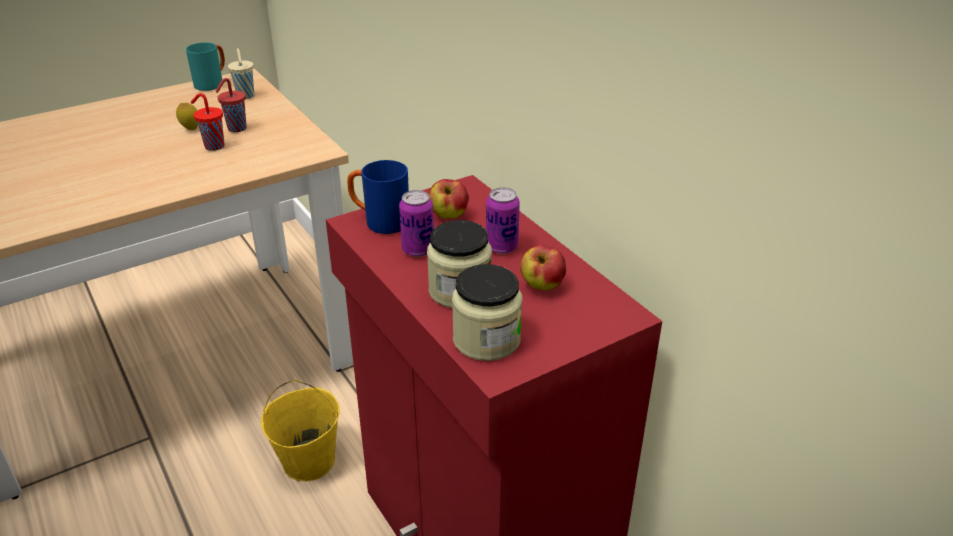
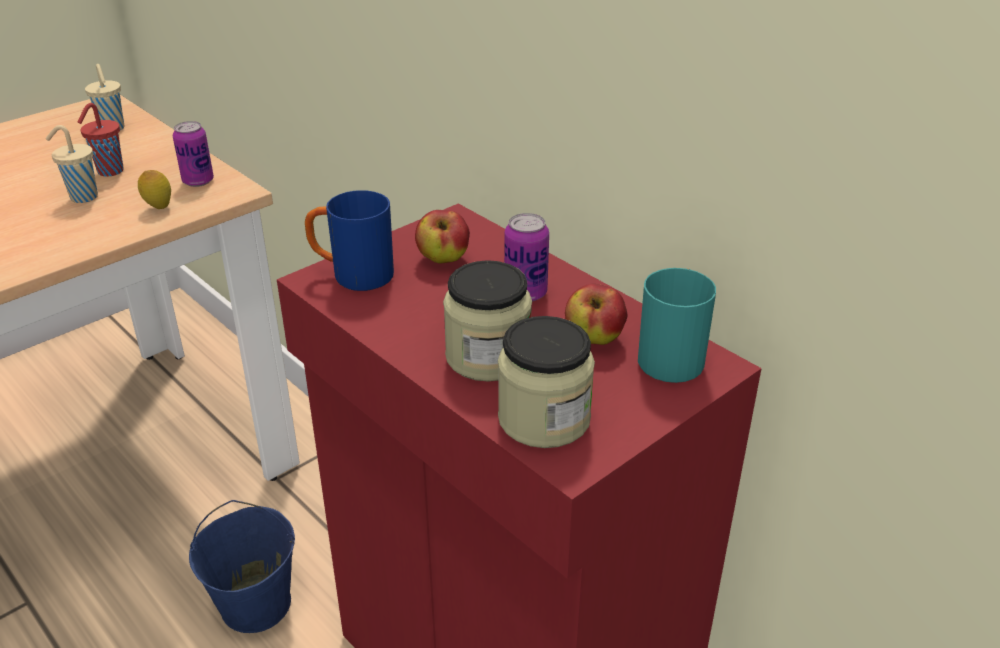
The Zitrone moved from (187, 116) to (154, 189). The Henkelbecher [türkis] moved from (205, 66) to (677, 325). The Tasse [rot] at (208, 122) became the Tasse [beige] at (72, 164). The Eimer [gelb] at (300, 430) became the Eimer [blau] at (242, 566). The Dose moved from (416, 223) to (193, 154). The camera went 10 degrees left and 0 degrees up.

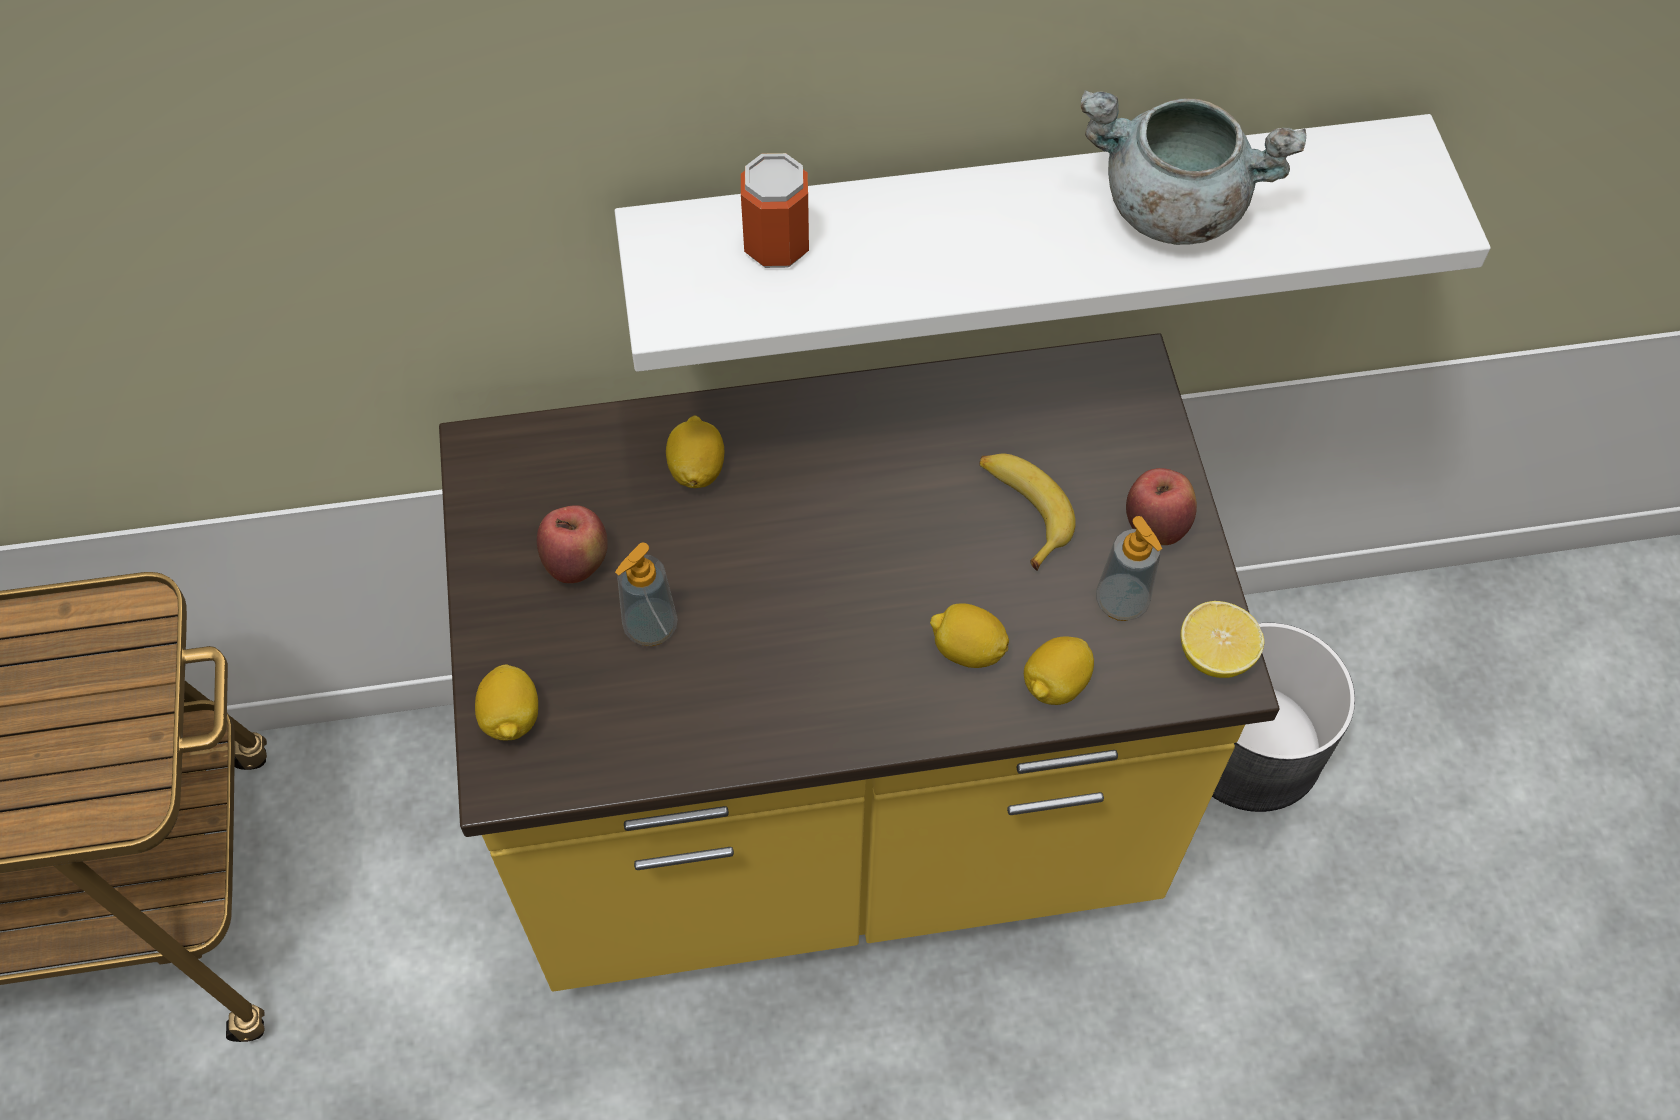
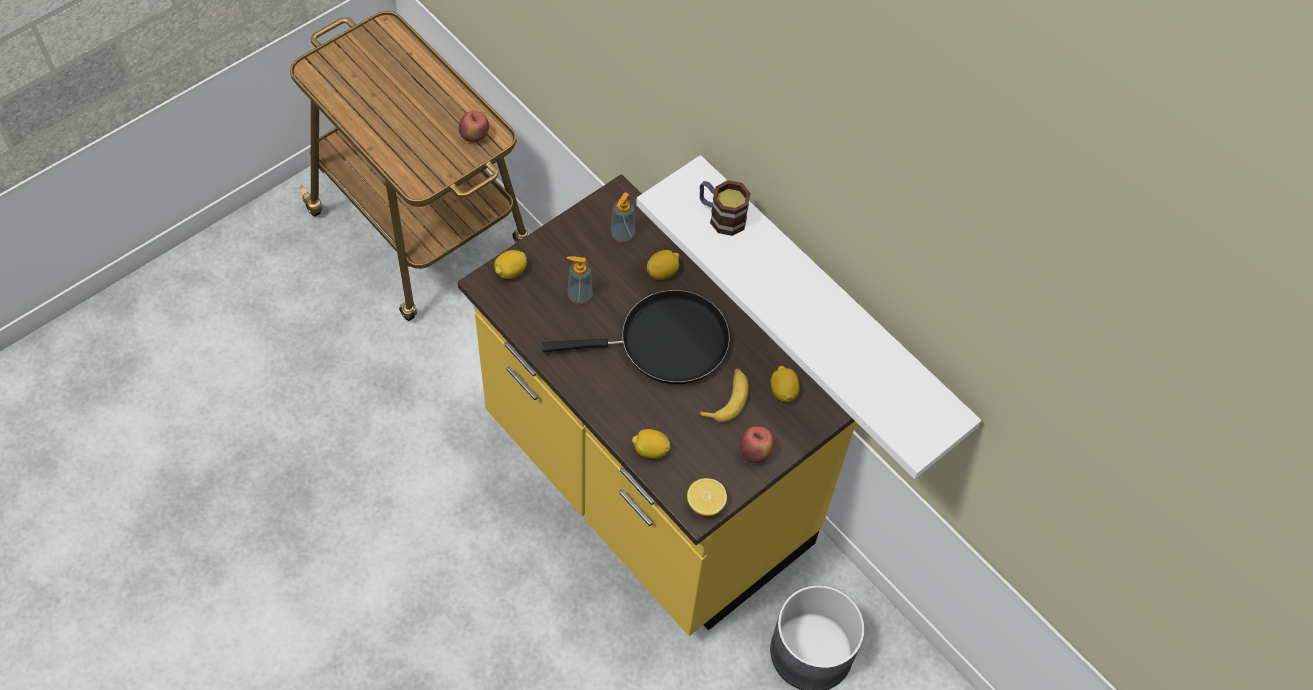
The Apfel moved from (572, 544) to (474, 126). The Dose at (775, 210) was replaced by the Henkelbecher at (725, 208). The Zitrone moved from (969, 636) to (785, 384). The Kochtopf [grau] at (1193, 167) disappeared. The Seifenspender moved from (1129, 568) to (623, 217). The Pfanne [schwarz] at (636, 337) appeared. The camera went 55 degrees right and 0 degrees up.

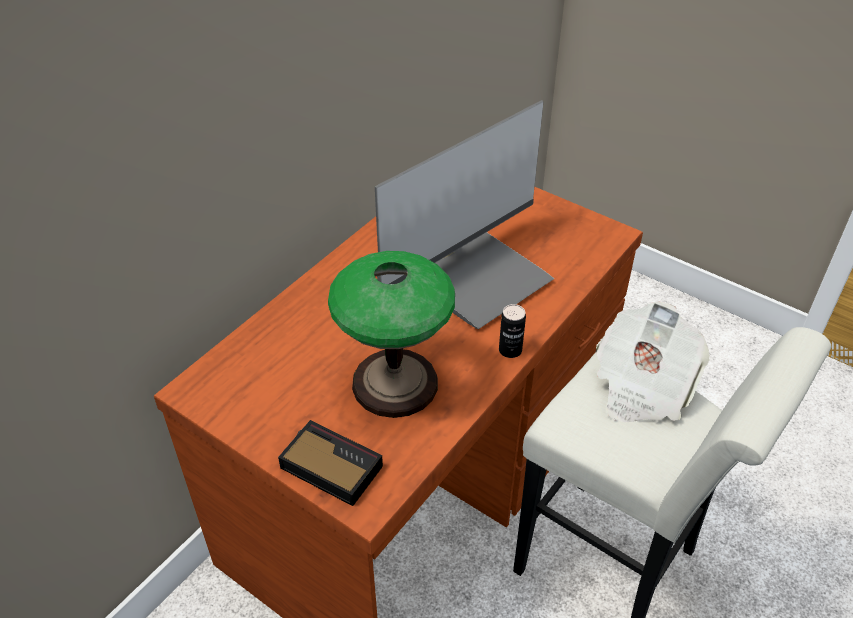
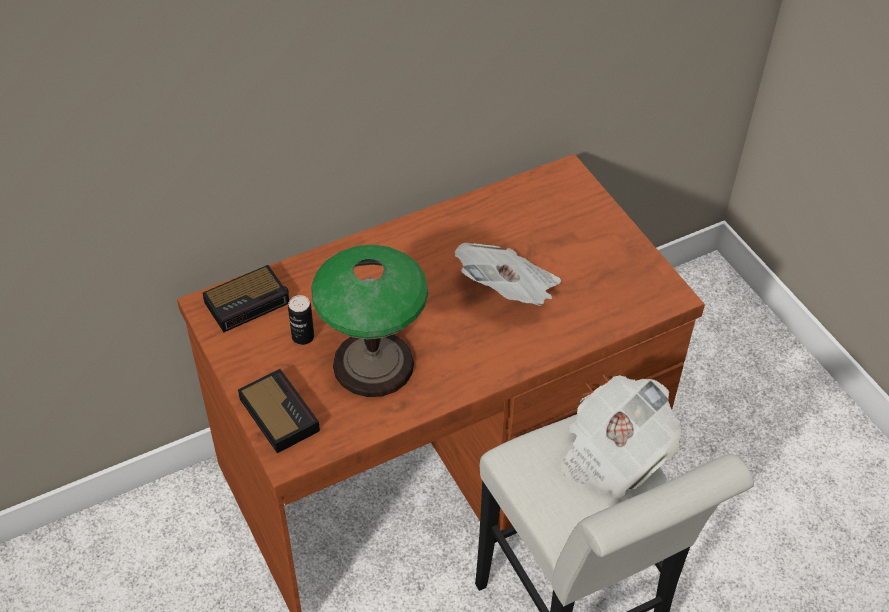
The Monitor at (464, 214) was replaced by the Zeitung at (508, 274). The Dose moved from (512, 331) to (301, 320). The Wecker at (246, 298) appeared. The camera went 25 degrees right and 5 degrees up.

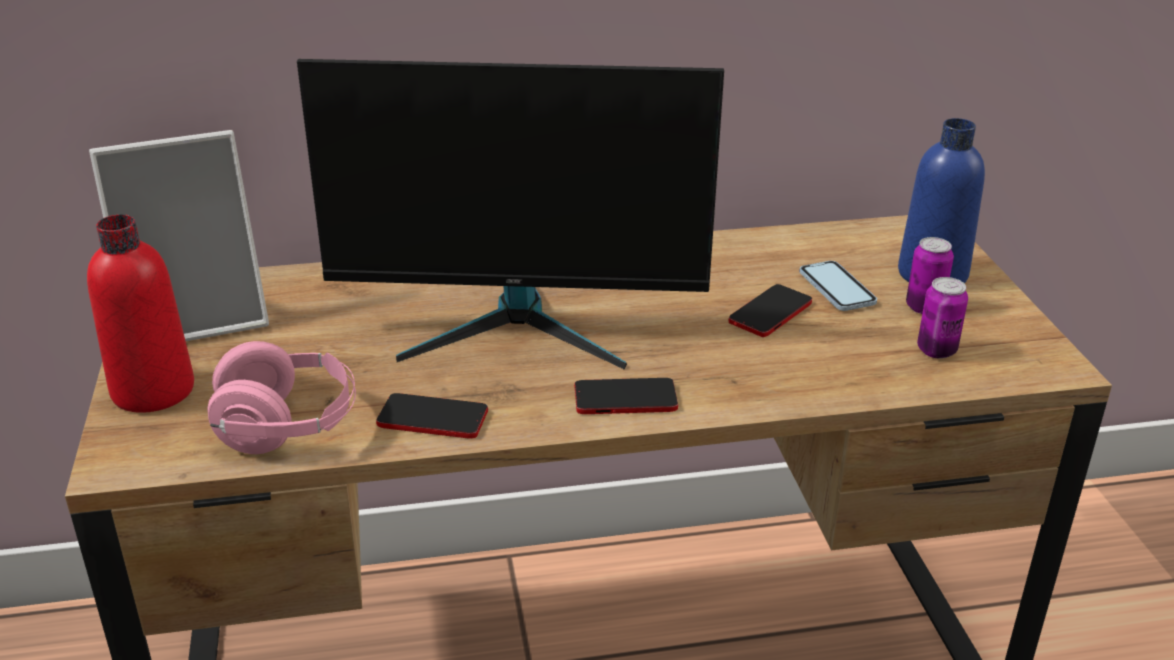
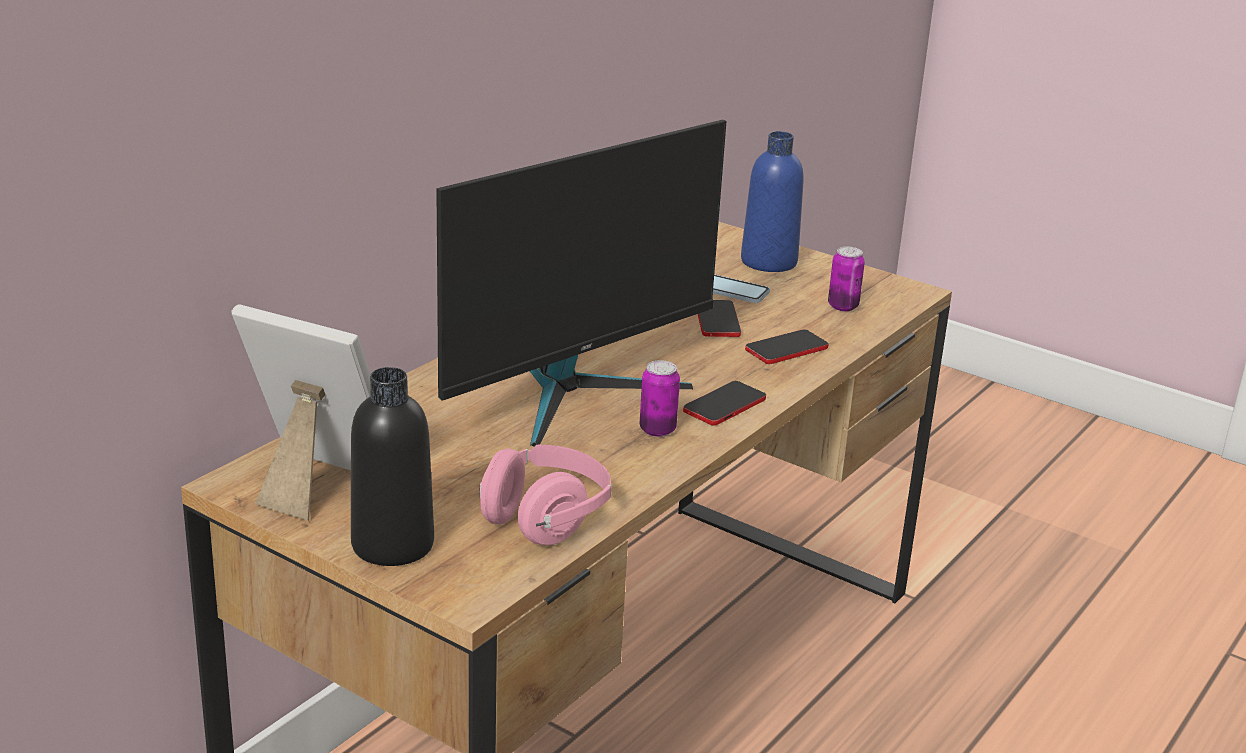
The Flasche [rot] at (140, 313) became the Flasche [schwarz] at (392, 466). The Bilderrahmen at (179, 235) turned 90 degrees counterclockwise. The Handy moved from (432, 416) to (787, 346). The Dose moved from (930, 275) to (660, 398). The camera went 45 degrees left and 5 degrees down.

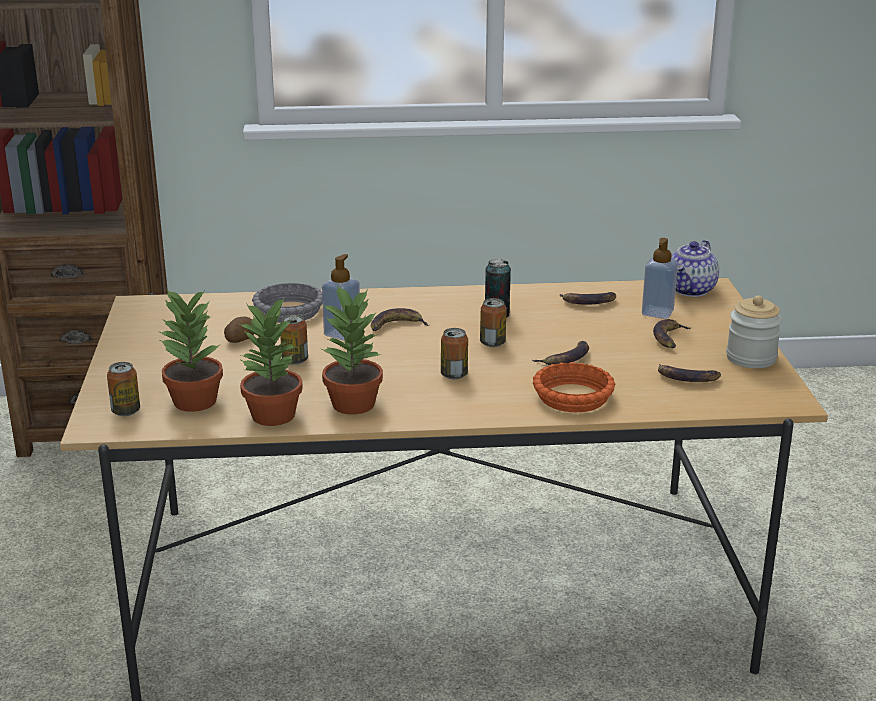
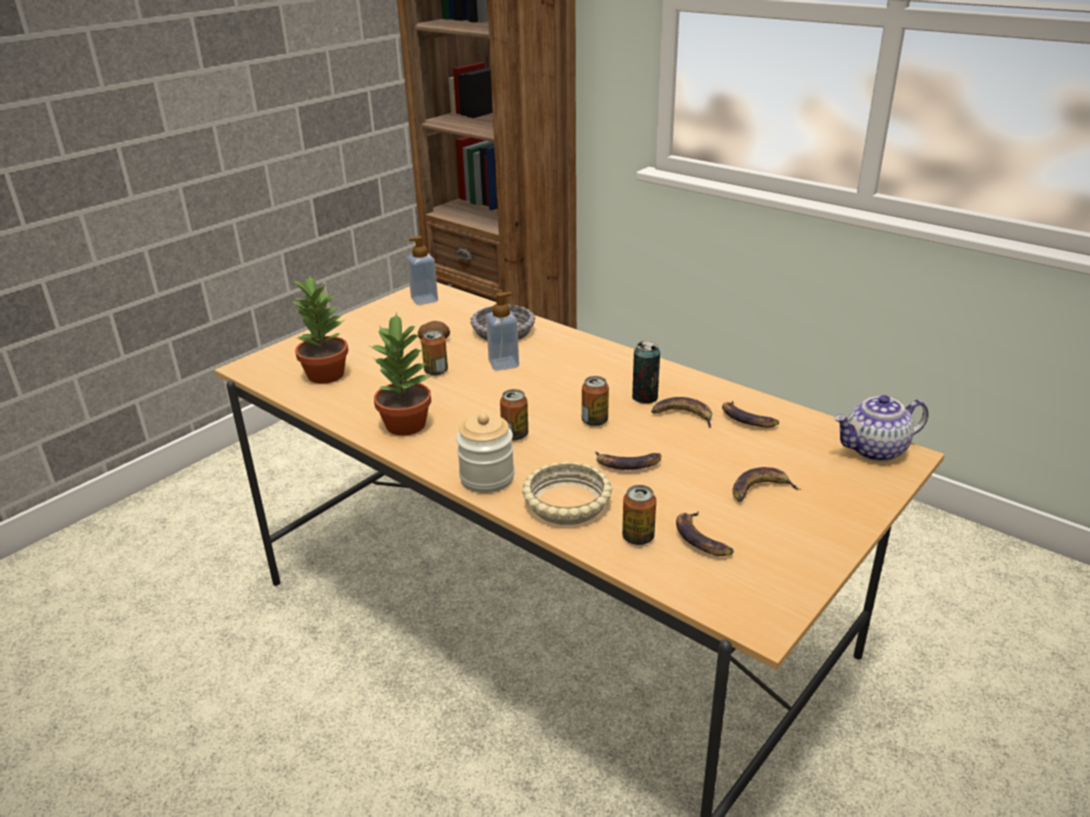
The Dose moved from (123, 389) to (639, 515). The Topfpflanze at (271, 361) disappeared. The Banane moved from (400, 319) to (681, 412). The Schüssel [orange] at (574, 387) became the Schüssel [beige] at (567, 493). The Seifenspender moved from (660, 278) to (422, 270). The Vorratsglas moved from (754, 332) to (485, 453). The camera went 45 degrees right and 5 degrees up.

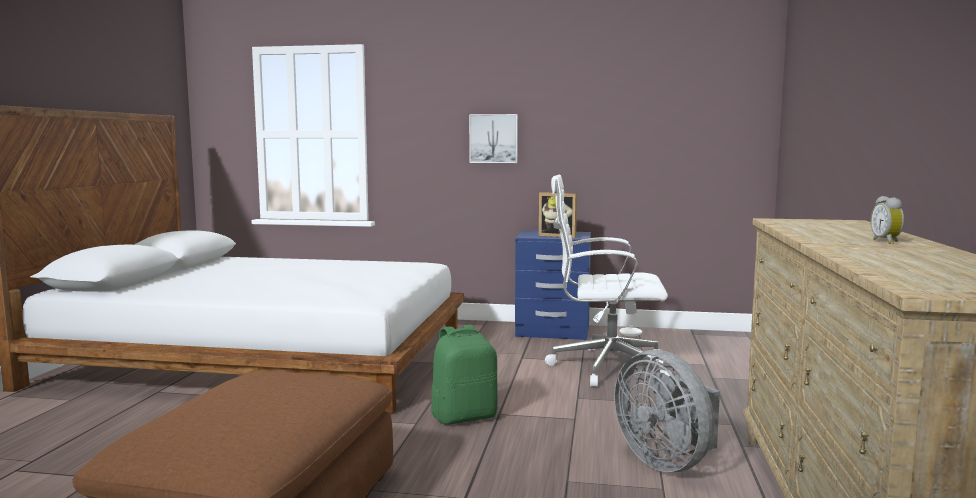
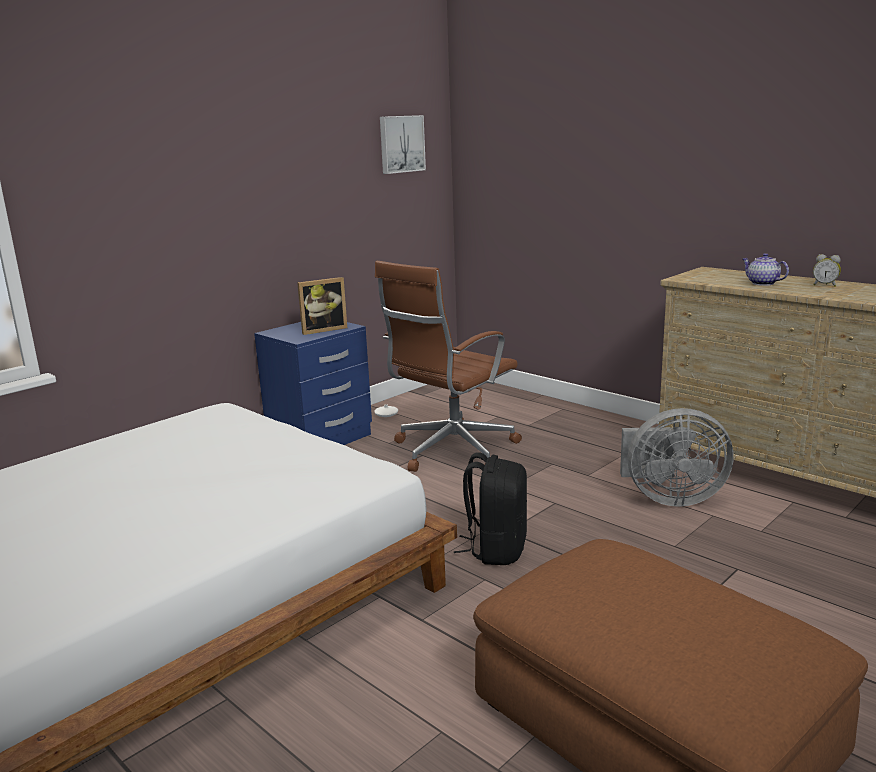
The Rucksack [grün] at (464, 374) became the Rucksack [schwarz] at (490, 508). The Bild moved from (493, 138) to (403, 144). The Bürostuhl [weiß] at (607, 281) became the Bürostuhl [braun] at (448, 366). The Teekanne at (766, 269) appeared. The camera went 55 degrees left and 10 degrees up.

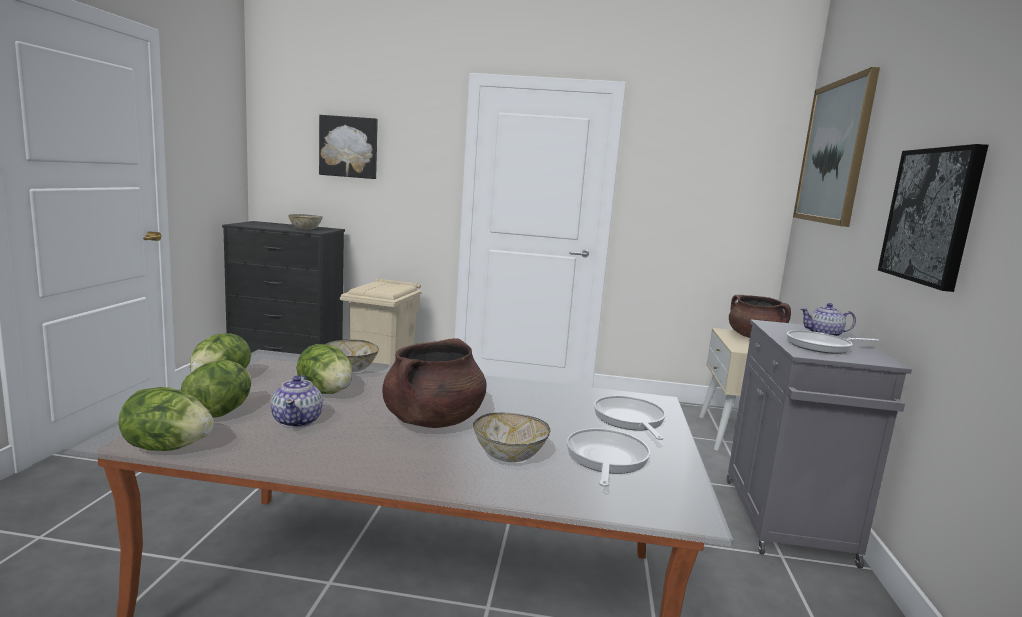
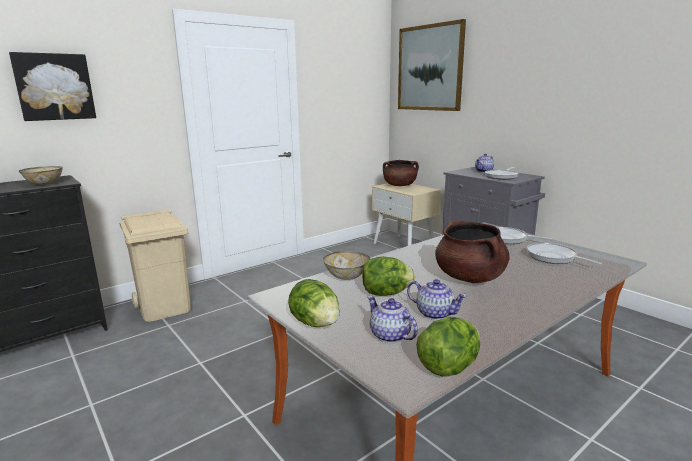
The Salatkopf at (216, 389) was replaced by the Teekanne at (393, 319). The Schüssel at (511, 437) disappeared. The Bild at (933, 218) disappeared. The camera went 45 degrees left and 5 degrees up.

